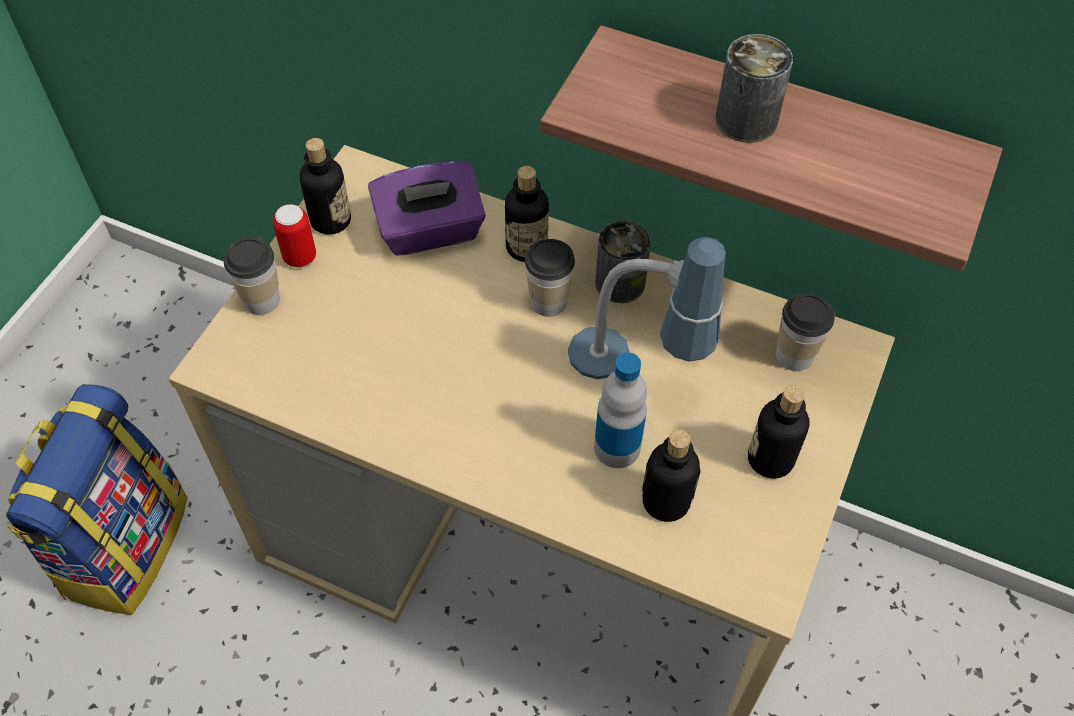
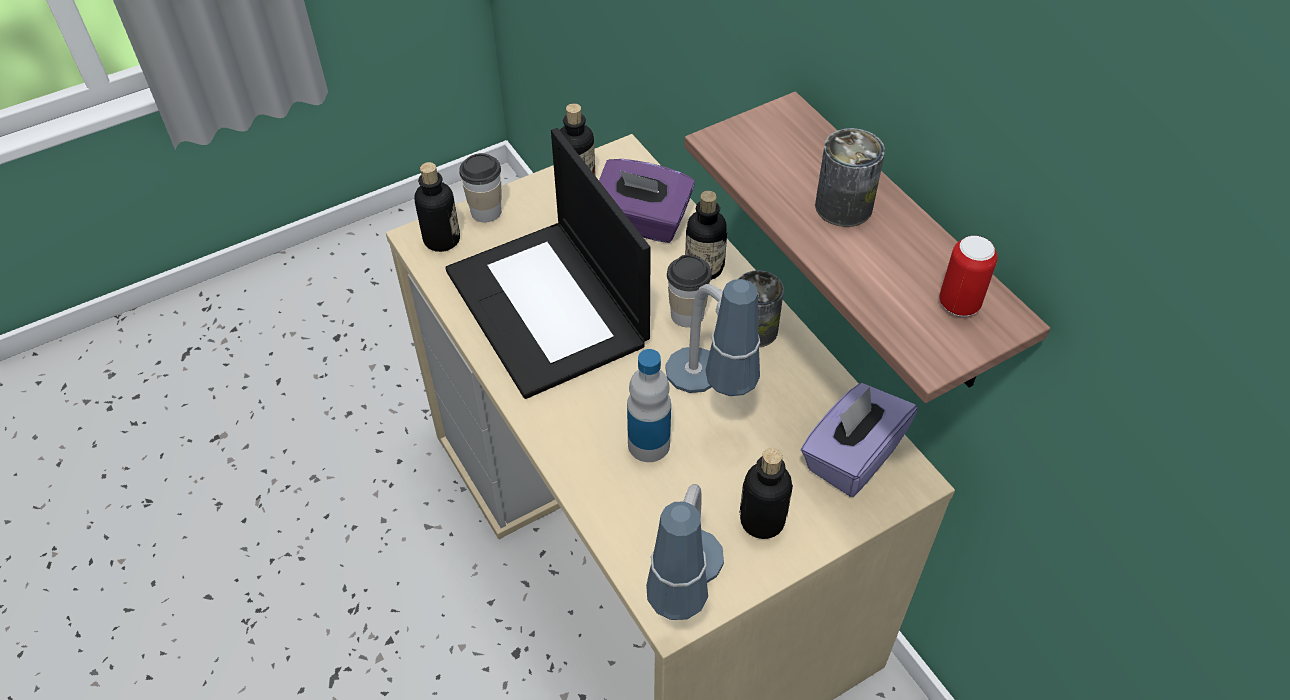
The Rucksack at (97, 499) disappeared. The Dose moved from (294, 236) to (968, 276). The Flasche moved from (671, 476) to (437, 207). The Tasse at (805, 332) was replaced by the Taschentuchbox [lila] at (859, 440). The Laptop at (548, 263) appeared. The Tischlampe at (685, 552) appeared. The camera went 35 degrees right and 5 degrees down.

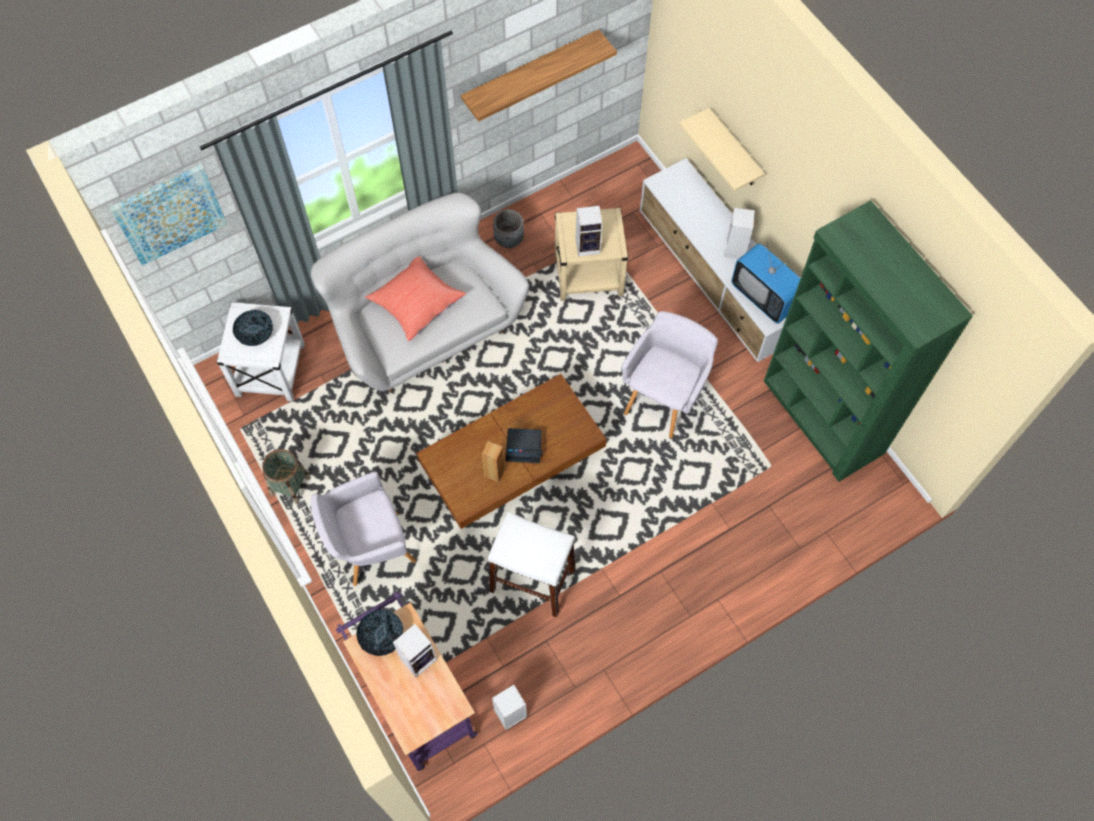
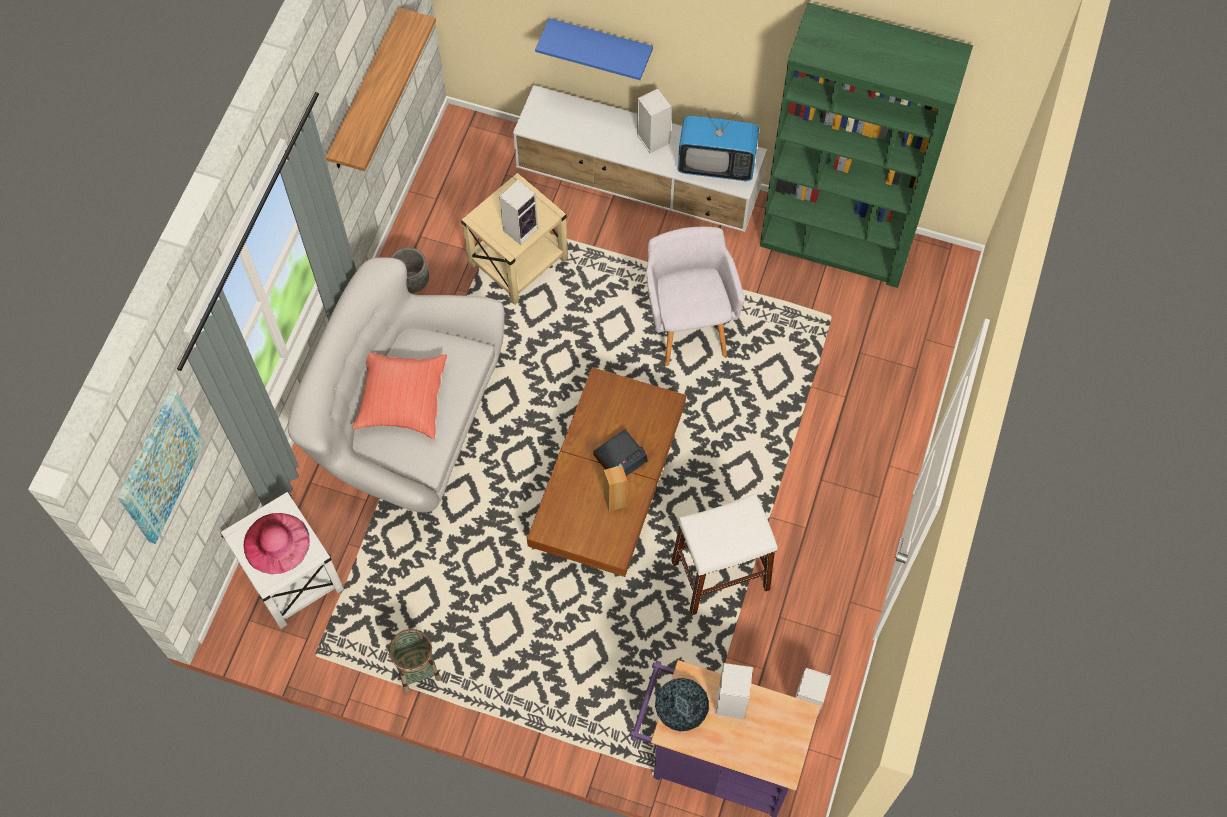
The Schüssel at (253, 328) was replaced by the Hut [rosa] at (276, 544). The Sessel [grau] at (363, 528) disappeared. The Wandregal [beige] at (722, 149) became the Wandregal [blau] at (594, 49). The camera went 40 degrees left and 0 degrees up.

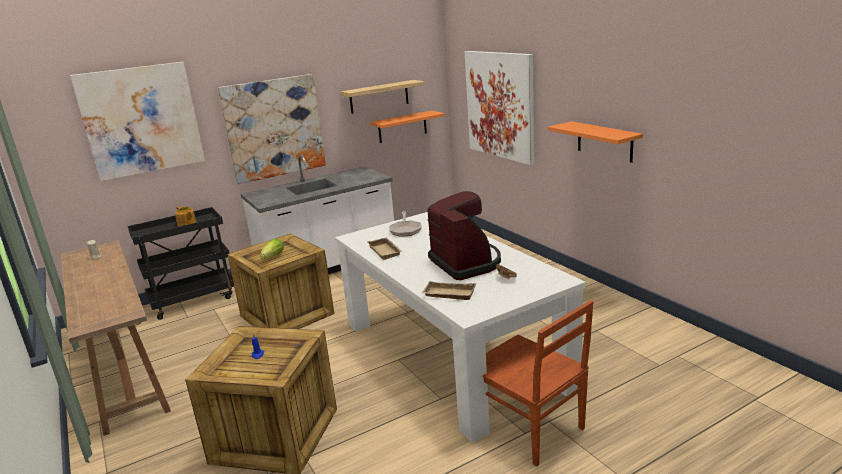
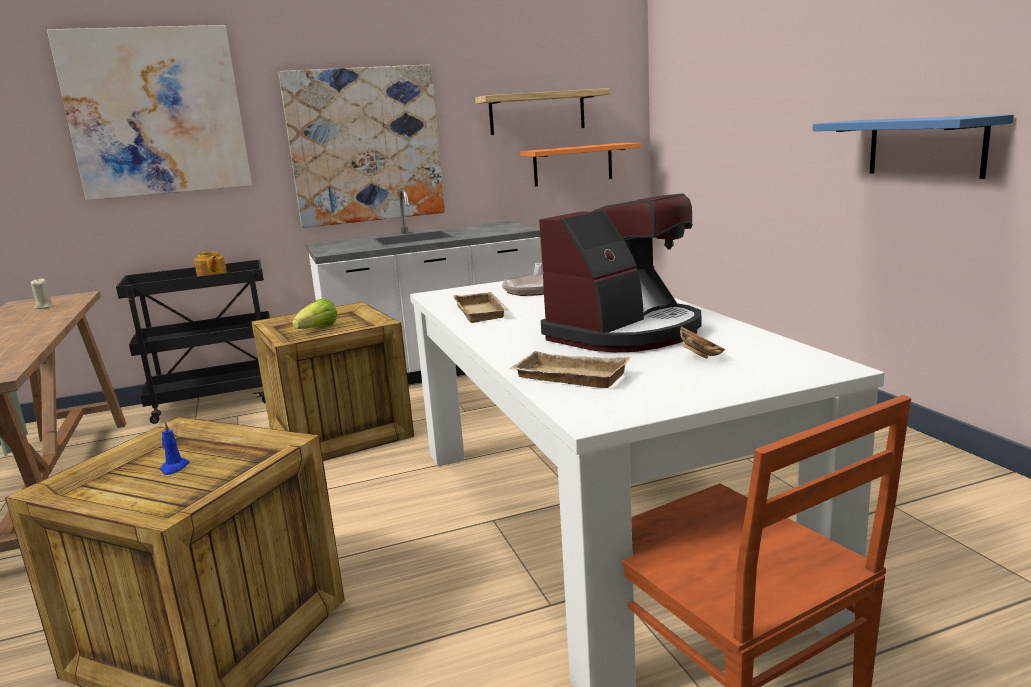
The Kaffeemaschine at (464, 235) turned 60 degrees clockwise. The Bild at (500, 108) disappeared. The Wandregal [orange] at (595, 142) became the Wandregal [blau] at (913, 146). The camera went 10 degrees right and 5 degrees down.

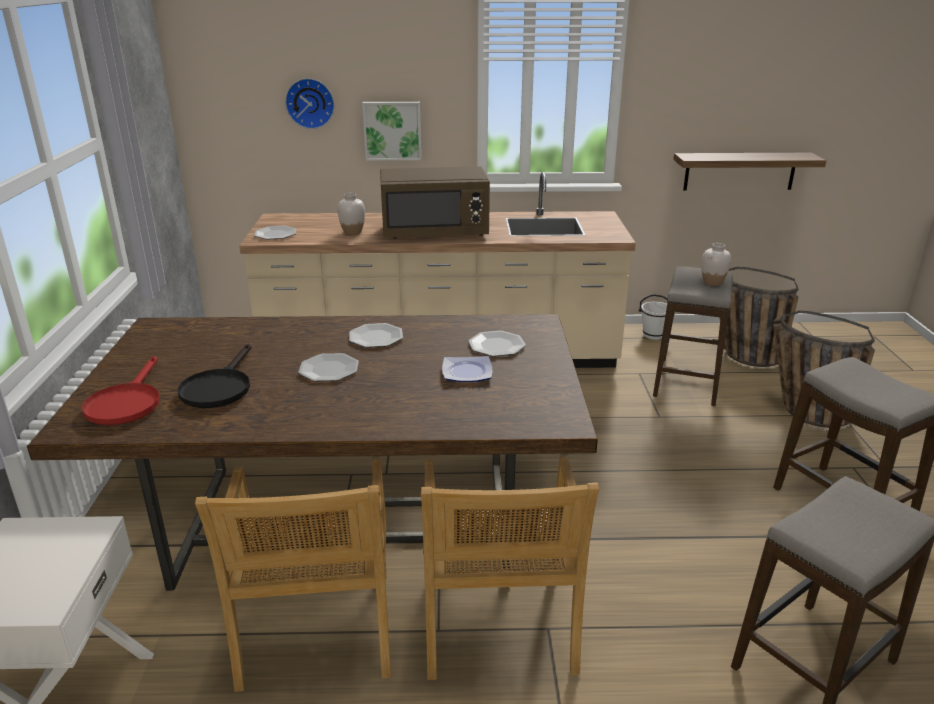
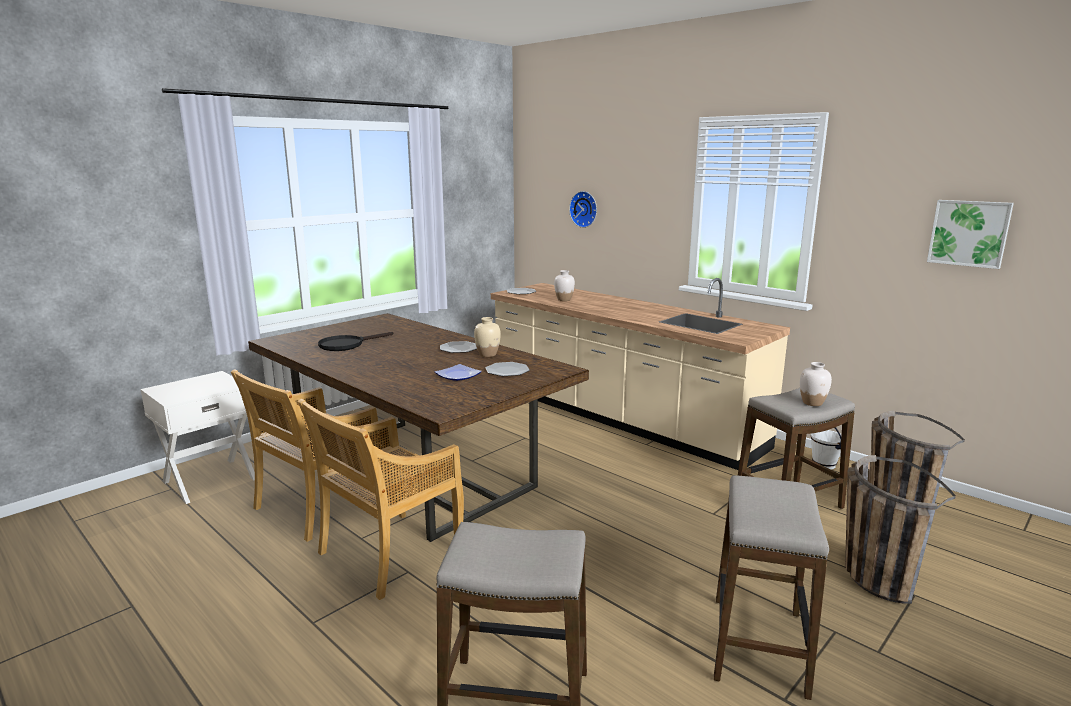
The Pfanne [rot] at (121, 390) disappeared. The Teller at (328, 367) disappeared. The Bild moved from (391, 131) to (970, 234). The Mikrowelle [braun] at (435, 203) disappeared. The Wandregal at (749, 171) disappeared. The Vase [beige] at (487, 337) appeared. The camera went 45 degrees right and 10 degrees down.

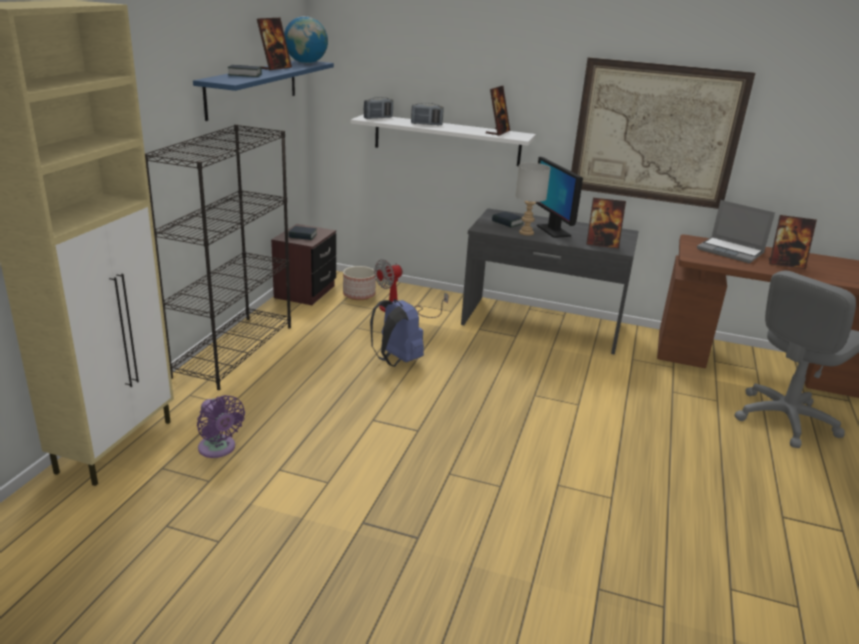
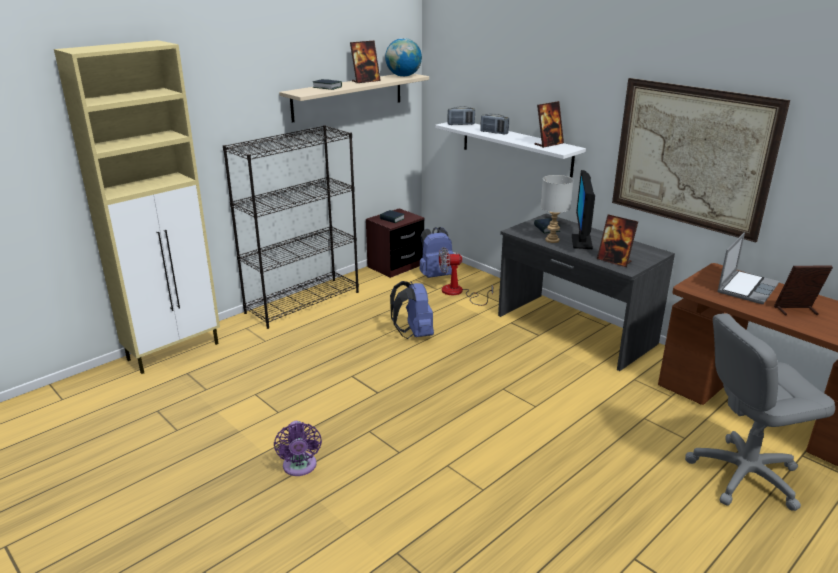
The Wandregal [blau] at (263, 90) became the Wandregal [beige] at (354, 98). The Ventilator [lila] moved from (221, 426) to (298, 448). The Pflanzkübel at (359, 283) was replaced by the Rucksack [blau] at (437, 252). The Laptop at (736, 231) turned 120 degrees counterclockwise. The Bilderrahmen at (793, 242) turned 135 degrees clockwise. The camera went 30 degrees right and 0 degrees up.

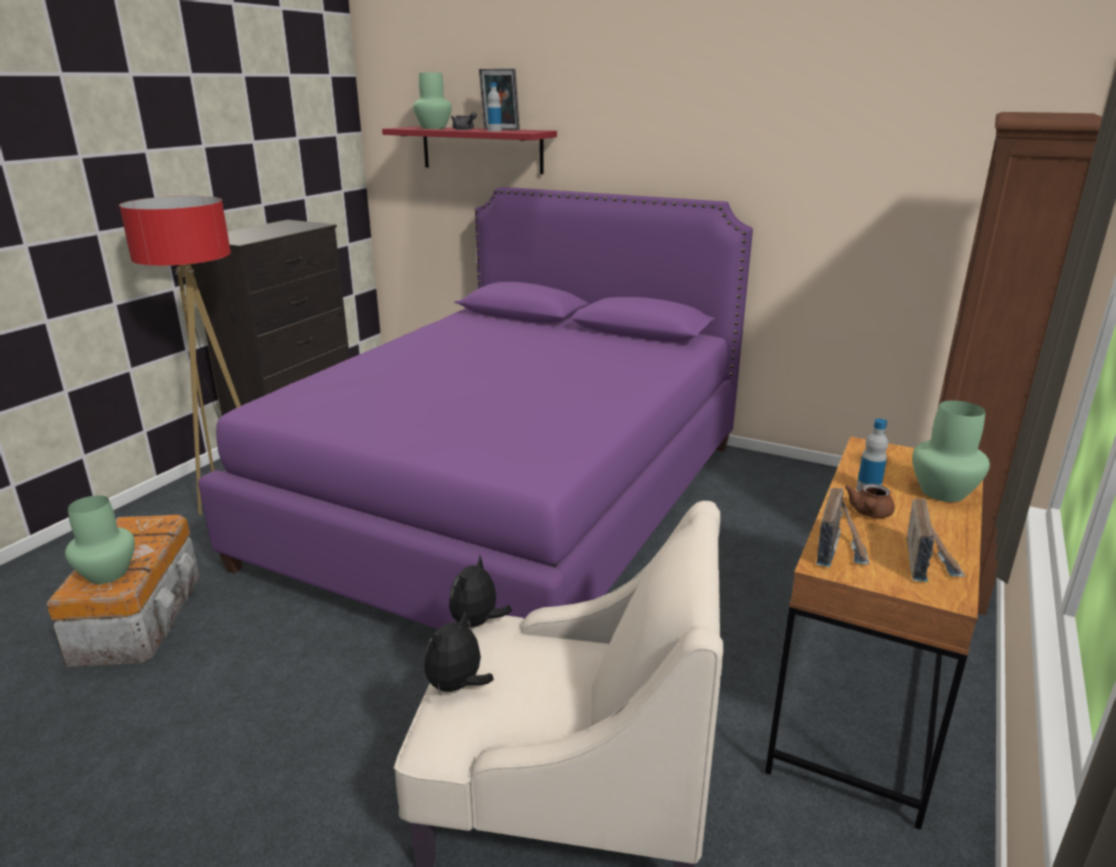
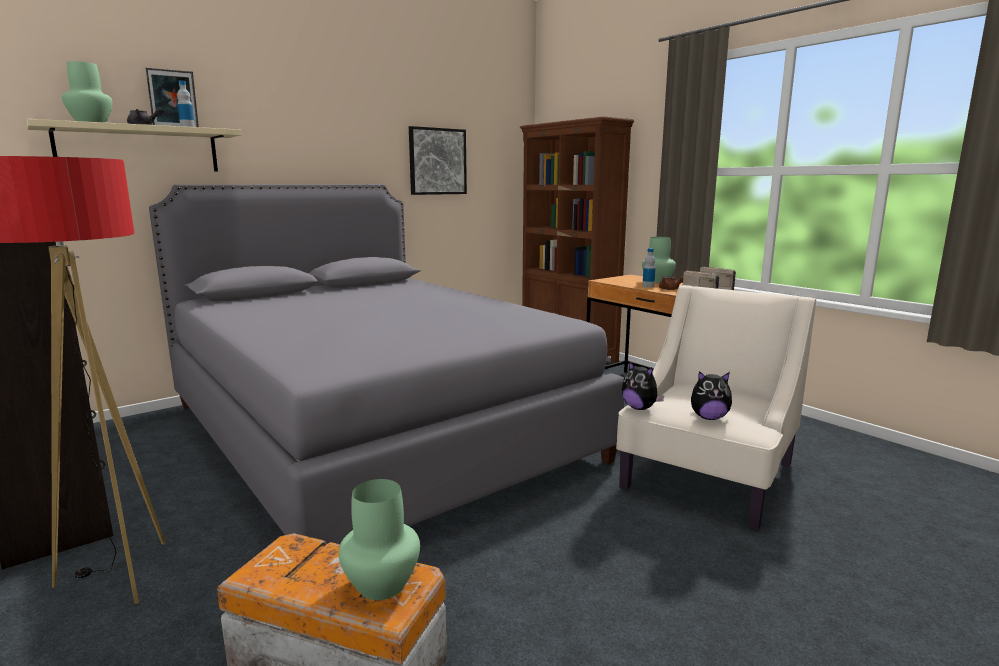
The Bett [lila] at (475, 408) became the Bett [grau] at (387, 364). The Wandregal [rot] at (469, 150) became the Wandregal [beige] at (134, 145). The Plüschtier at (459, 654) turned 60 degrees counterclockwise. The Bild at (438, 160) appeared. The camera went 65 degrees left and 10 degrees down.

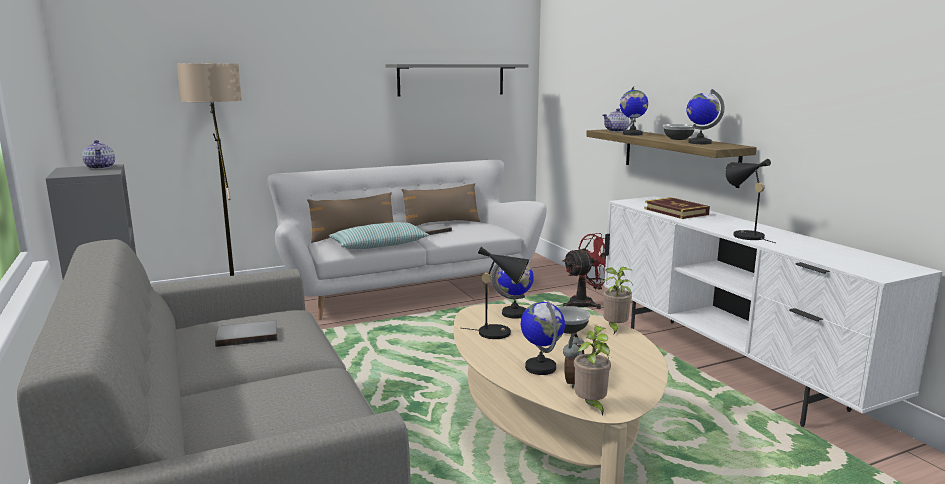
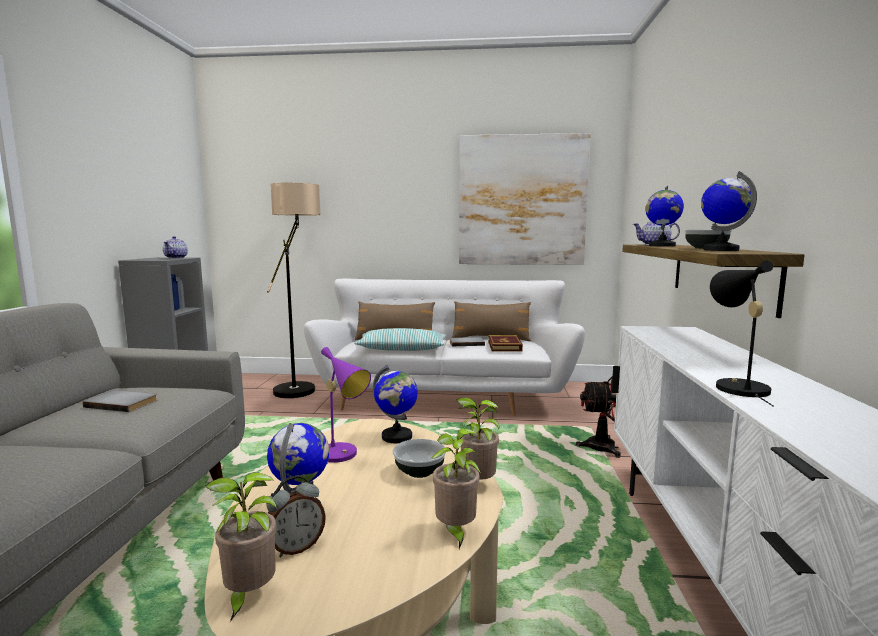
The Wandregal [grau] at (457, 80) was replaced by the Bild at (525, 199). The Tischlampe [schwarz] at (495, 293) became the Tischlampe [lila] at (346, 405). The Buch moved from (677, 208) to (505, 343). The Topfpflanze at (456, 488) appeared. The camera went 30 degrees right and 5 degrees down.

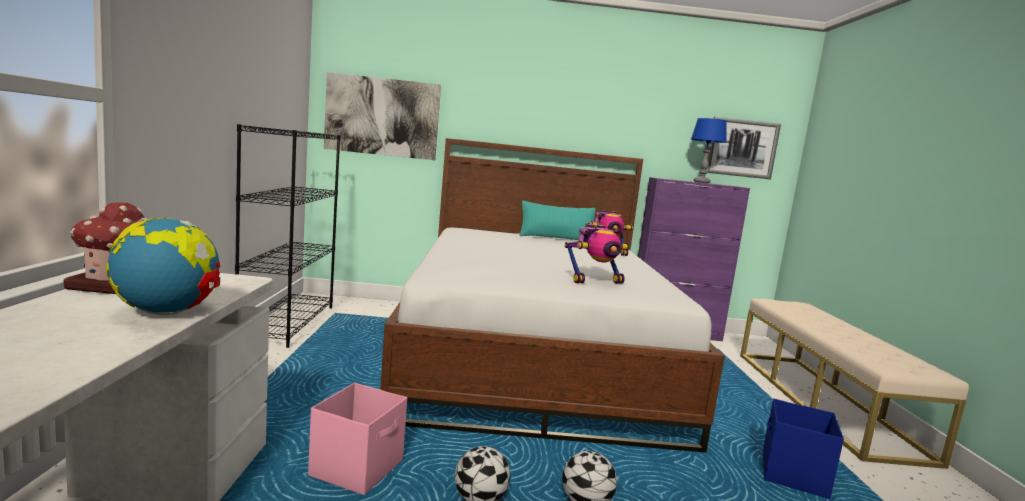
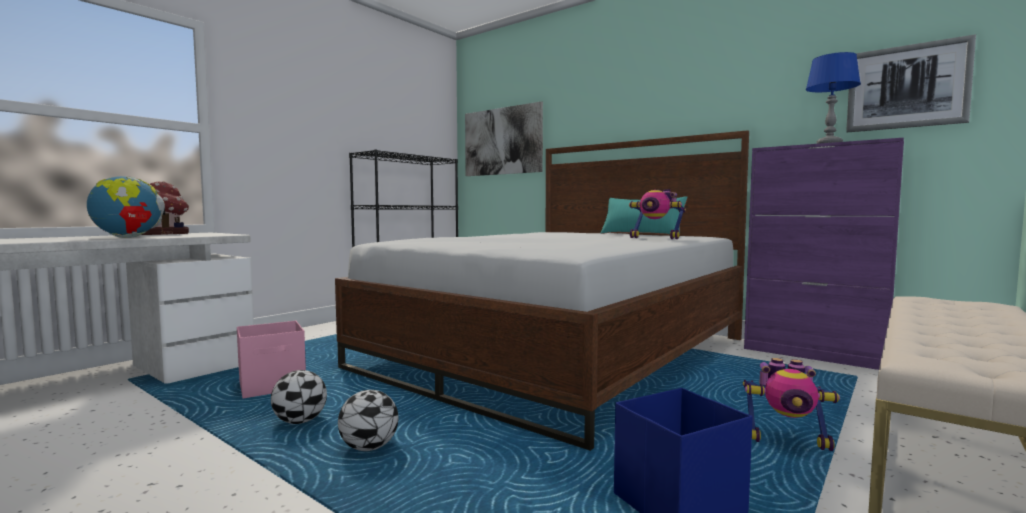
The Spielzeugroboter moved from (597, 254) to (791, 404). The camera went 40 degrees right and 5 degrees down.

